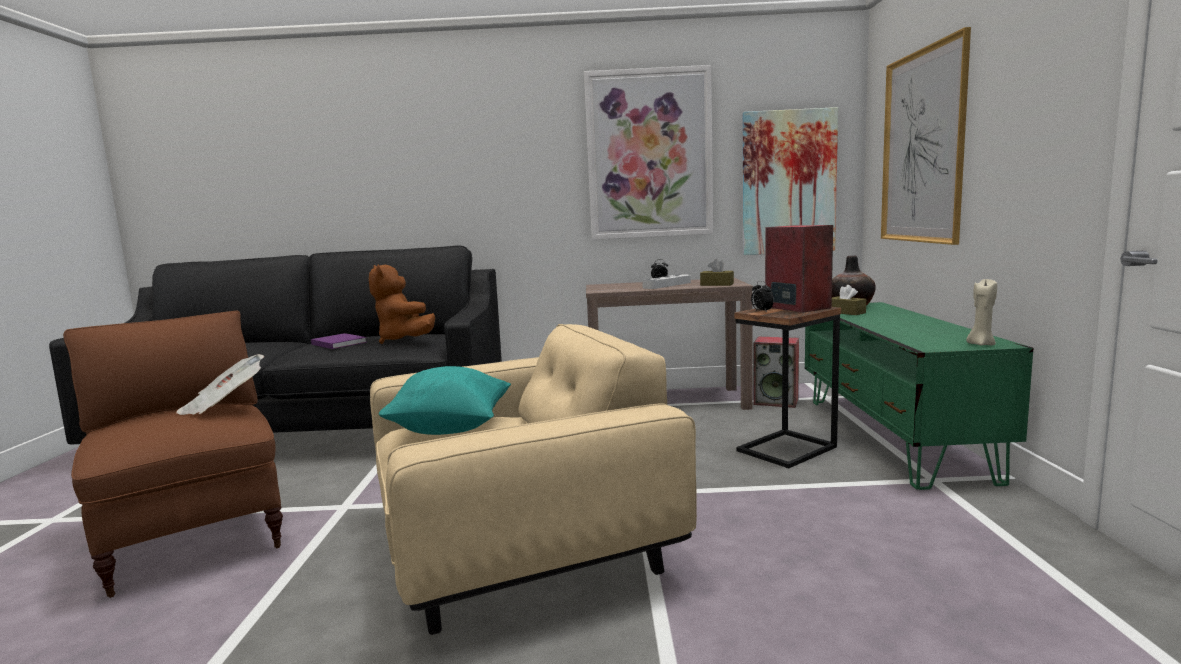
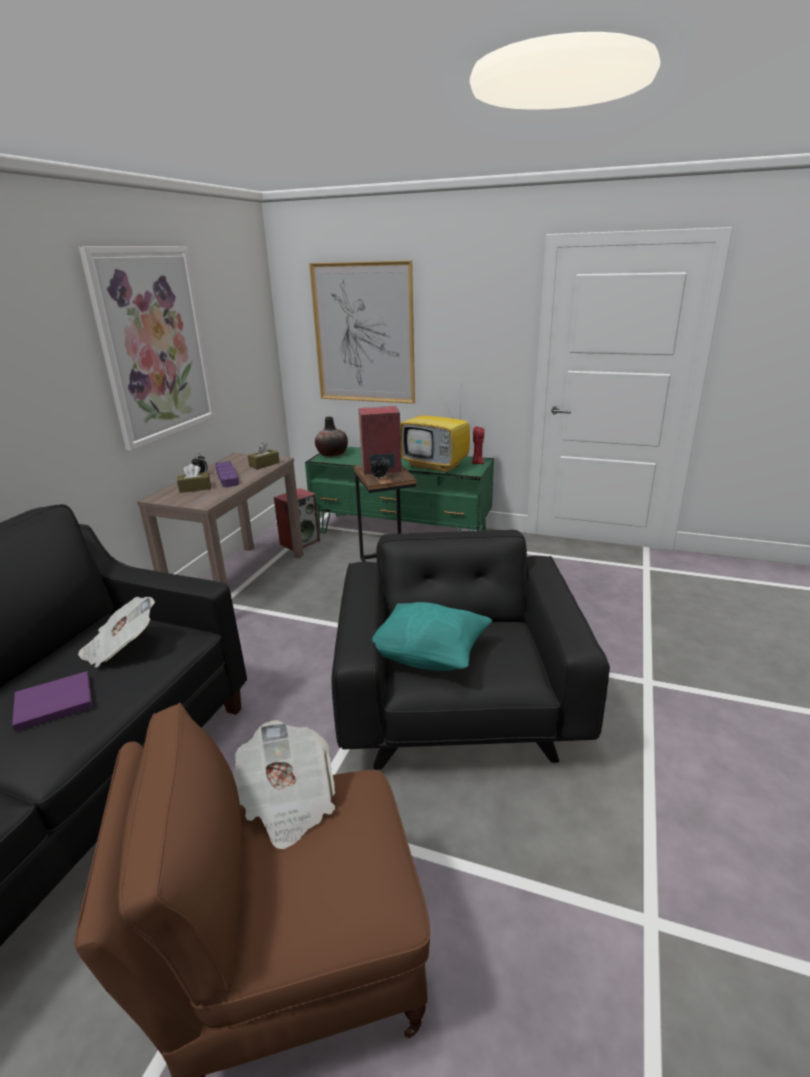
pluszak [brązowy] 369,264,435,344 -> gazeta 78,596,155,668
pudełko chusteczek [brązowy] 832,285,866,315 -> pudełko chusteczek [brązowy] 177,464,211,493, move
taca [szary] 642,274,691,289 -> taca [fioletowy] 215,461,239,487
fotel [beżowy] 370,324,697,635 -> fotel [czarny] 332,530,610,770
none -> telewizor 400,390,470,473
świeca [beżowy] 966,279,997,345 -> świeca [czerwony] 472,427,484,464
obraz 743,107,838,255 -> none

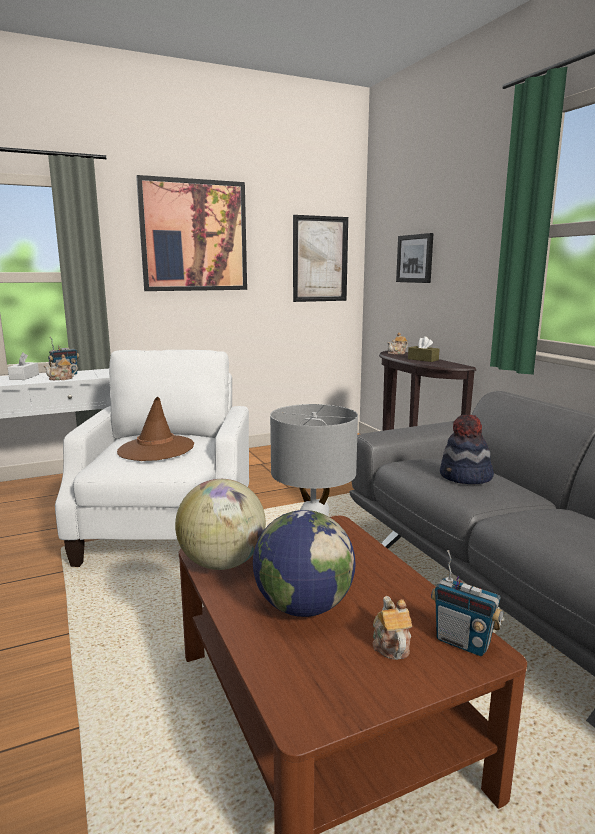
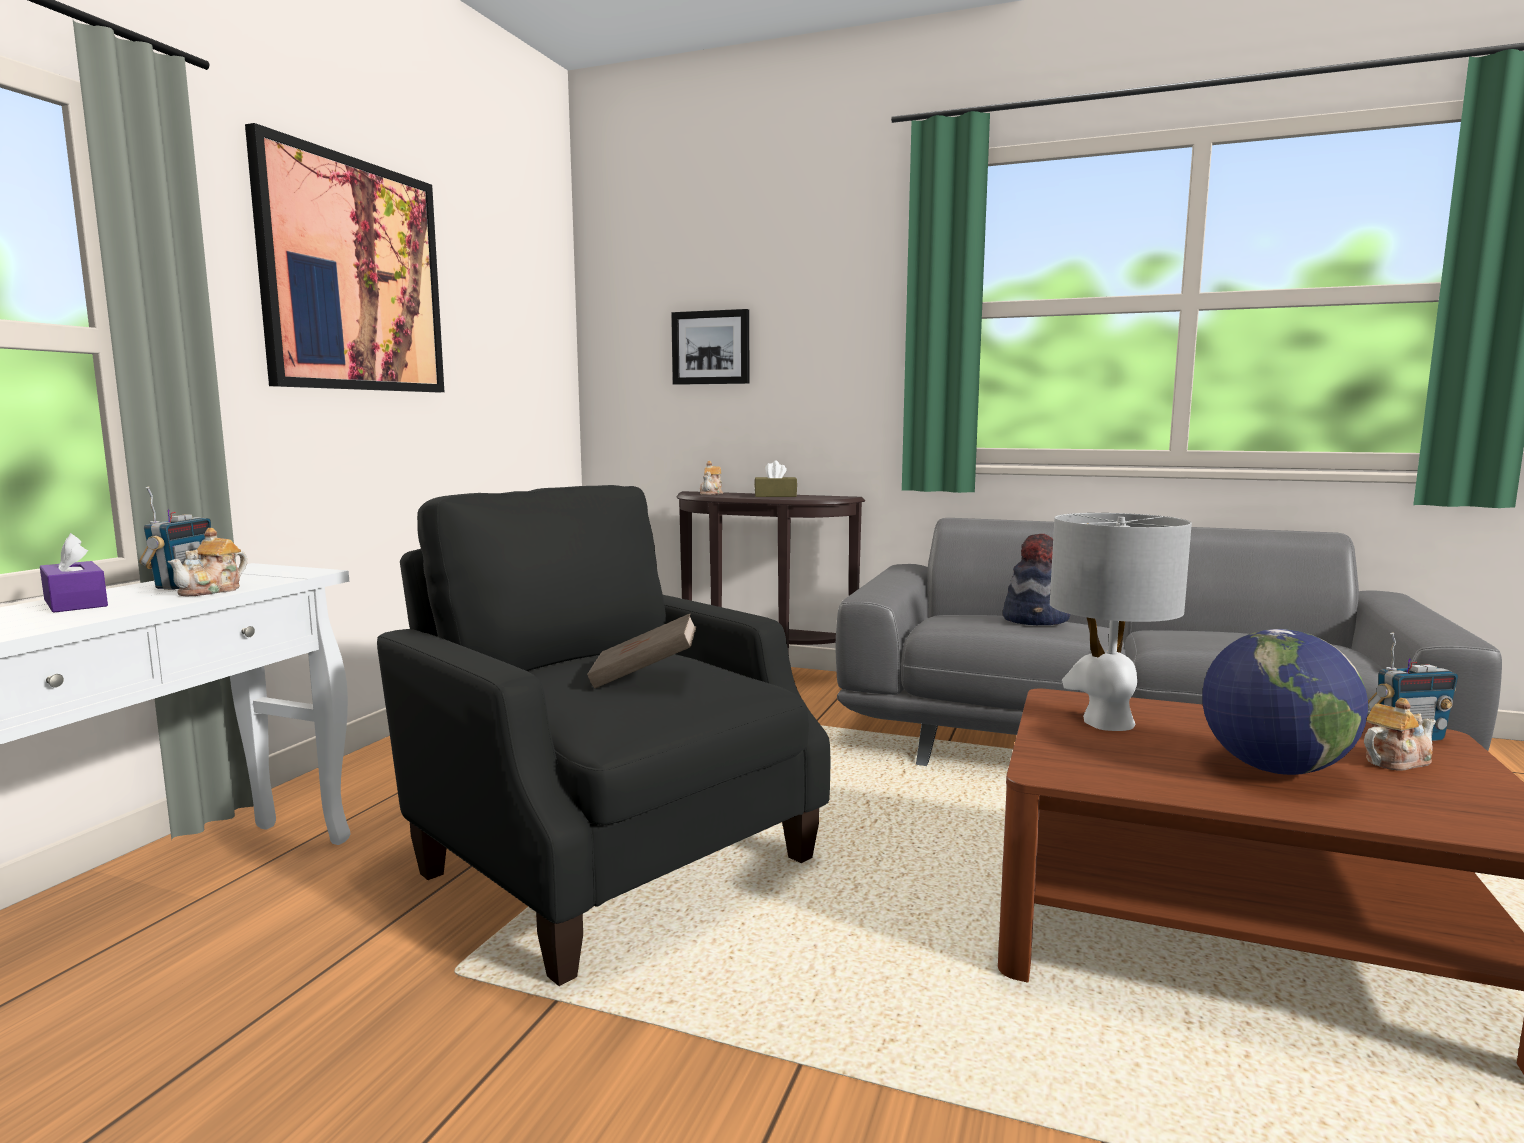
pudełko chusteczek [biały] 8,352,39,380 -> pudełko chusteczek [fioletowy] 40,533,108,613
fotel [biały] 55,350,249,567 -> fotel [czarny] 377,485,830,986
kapelusz [brązowy] 117,397,194,461 -> książka [brązowy] 587,614,696,689
imbryk 373,596,412,660 -> imbryk 1364,698,1436,770, 120 degrees clockwise
globus 175,479,266,570 -> none
obraz 293,215,348,302 -> none

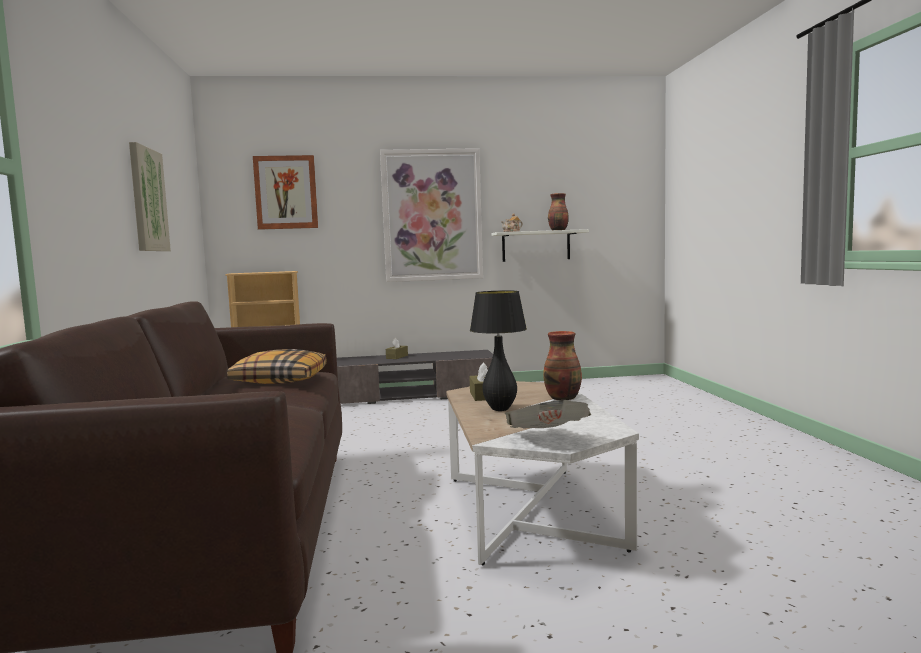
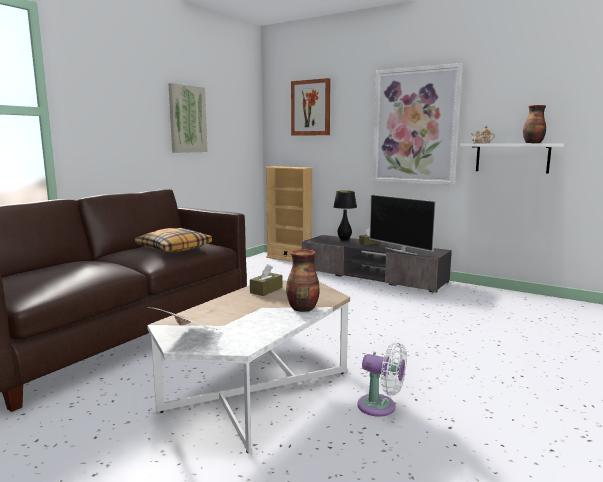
lampa stołowa [czarny] 470,290,527,411 -> lampa stołowa [czarny] 334,191,357,241, move
none -> wentylator [biały] 357,342,407,417
none -> telewizor 369,194,436,255

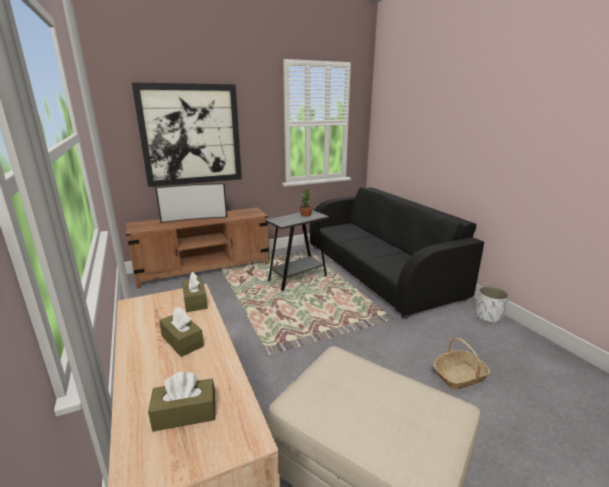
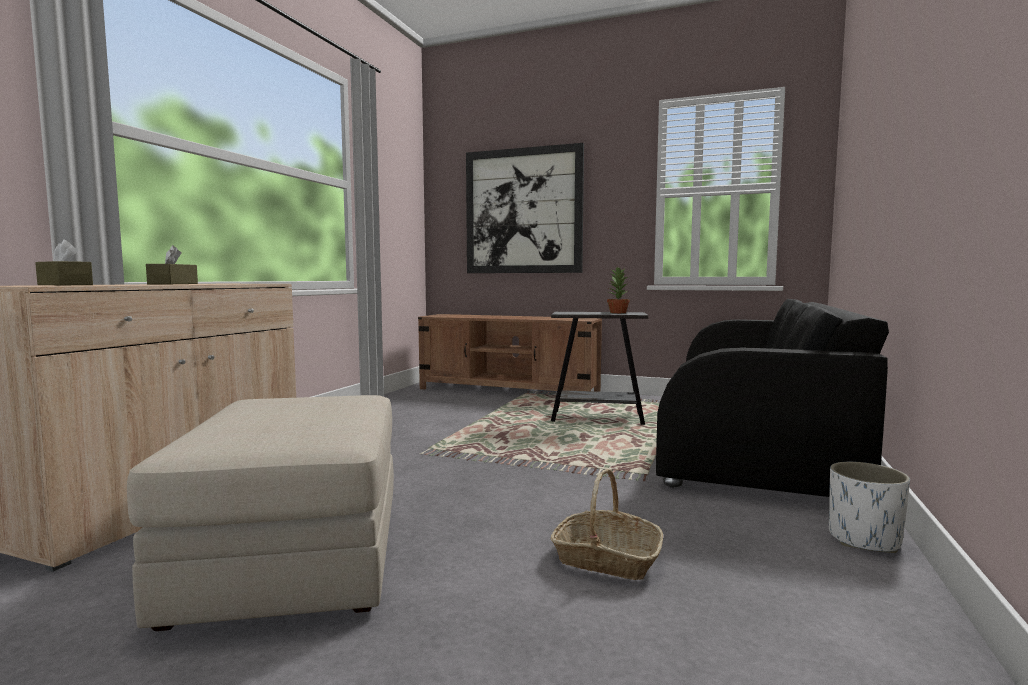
telewizor 155,183,227,223 -> none
pudełko chusteczek [brązowy] 182,272,207,312 -> none

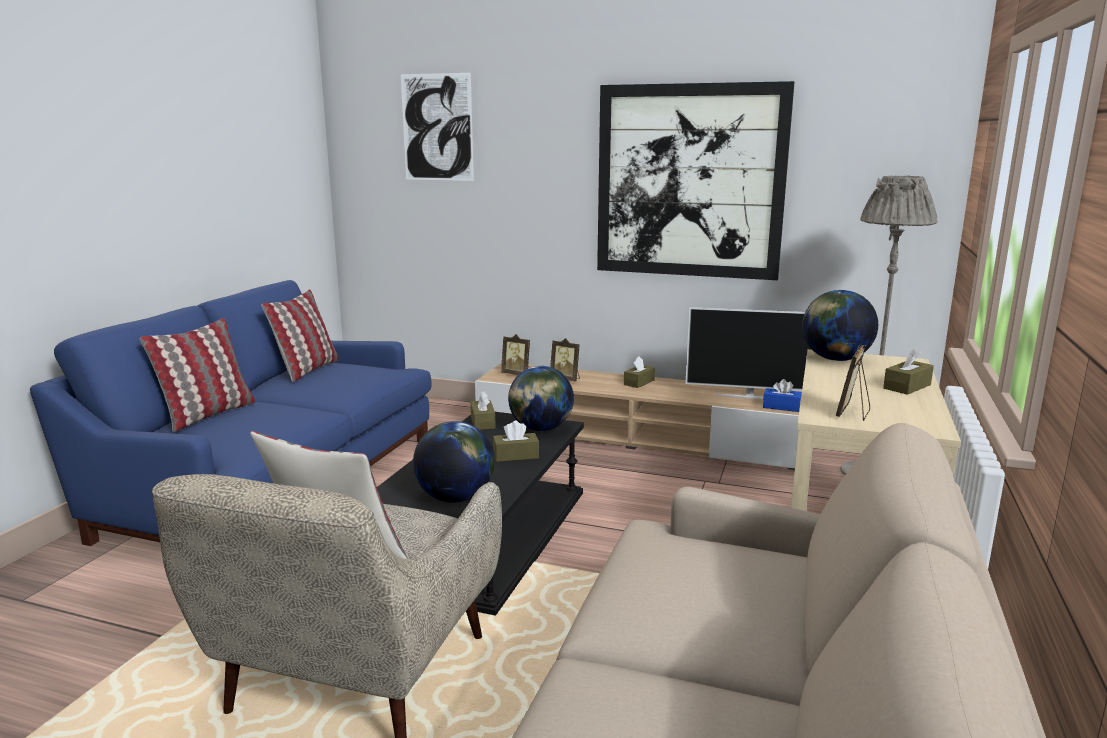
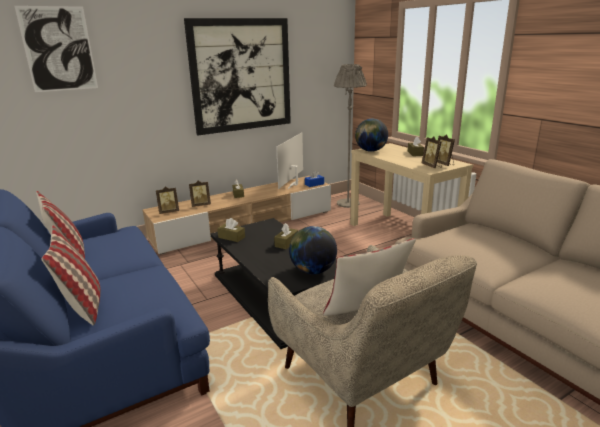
telewizor 685,307,812,399 -> telewizor 277,132,303,190, 150 degrees clockwise
none -> ramka na zdjęcie 437,134,455,166
globus 508,366,574,431 -> none

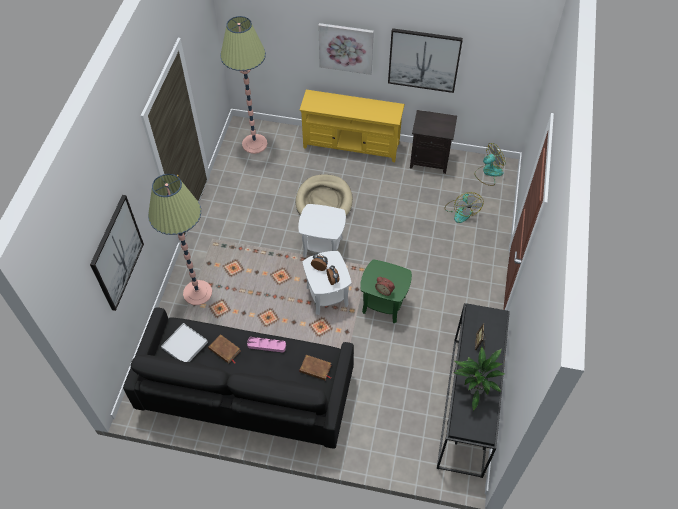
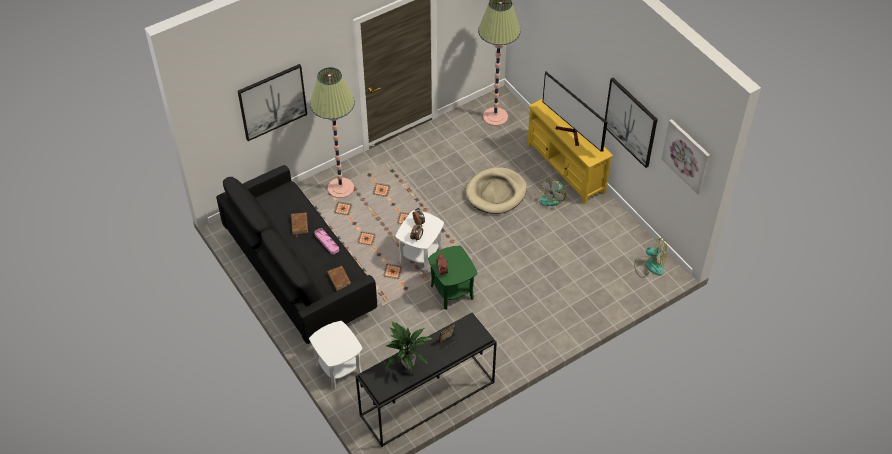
stolik [biały] 298,204,346,257 -> stolik [biały] 309,321,362,389, move
wentylator 444,192,484,223 -> wentylator 539,178,566,206, move
none -> telewizor 543,72,607,152
obraz 318,23,374,75 -> obraz 661,119,710,195, move
taca [biały] 161,323,208,362 -> none
szafka nocna [czarny] 410,110,457,174 -> none

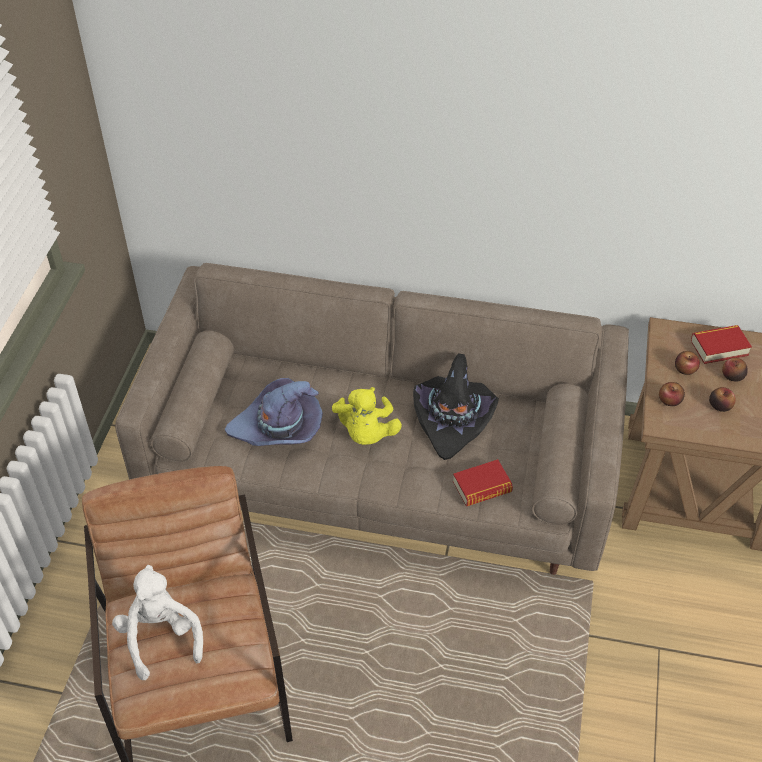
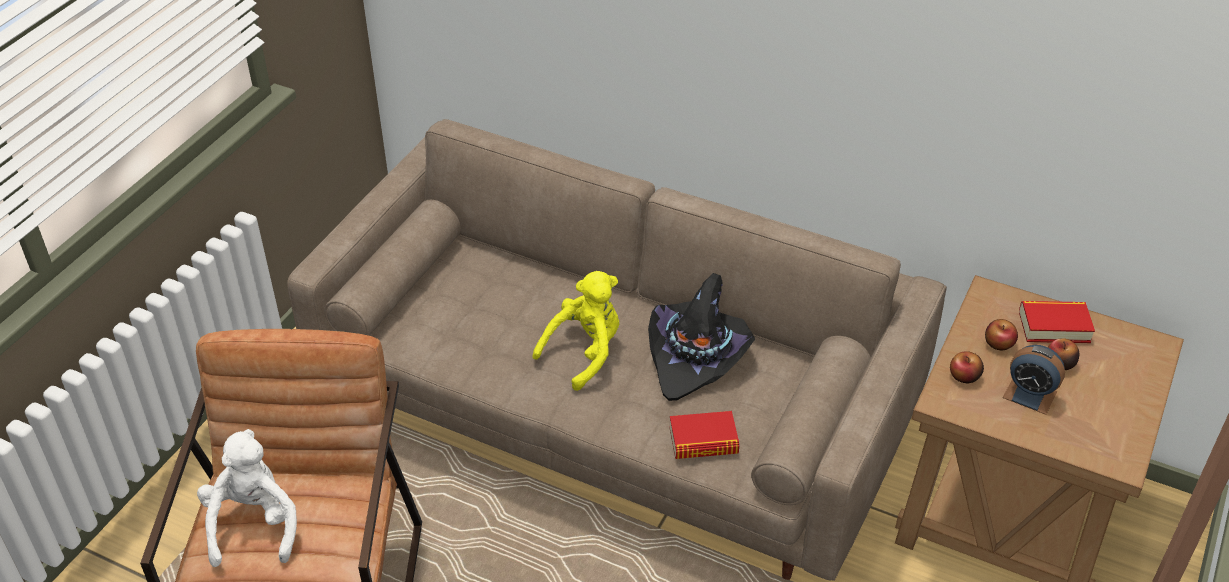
pluszak [żółty] 332,387,402,445 -> pluszak [żółty] 532,271,619,391, 150 degrees counterclockwise
jabłko 709,387,736,412 -> budzik 1003,345,1065,415
kapelusz [fioletowy] 225,378,323,446 -> none

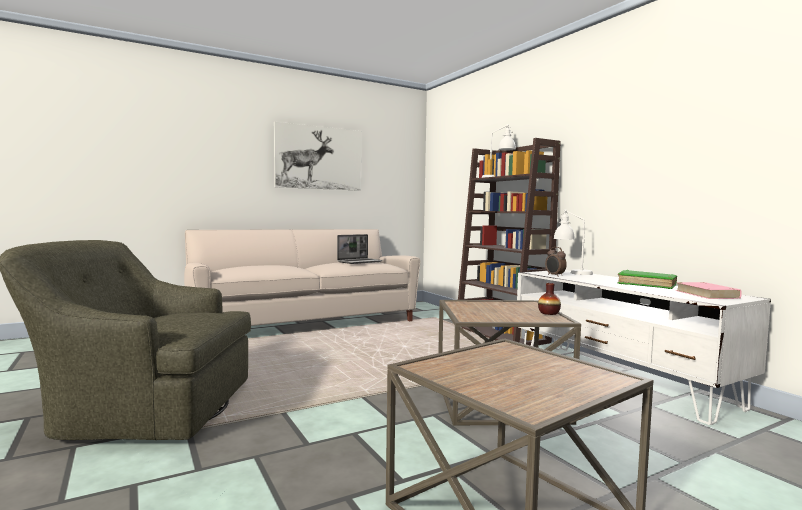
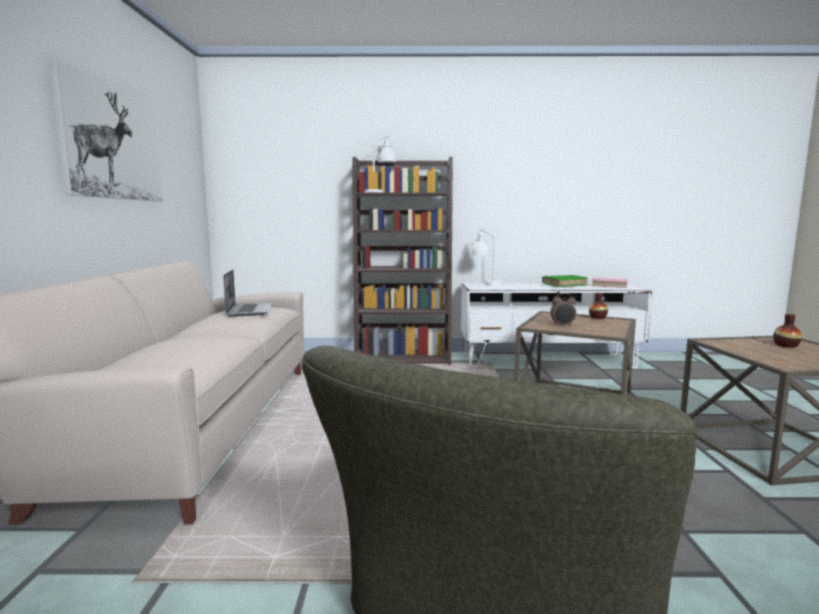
budzik 545,247,567,277 -> budzik 550,293,577,327, move
none -> wazon 773,314,802,348

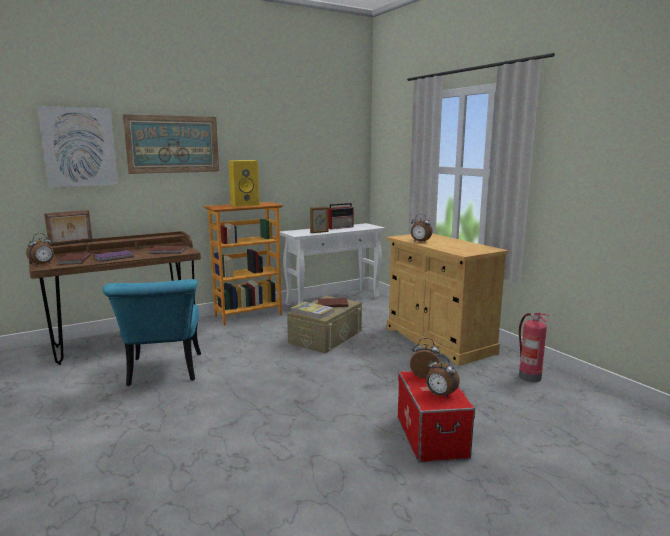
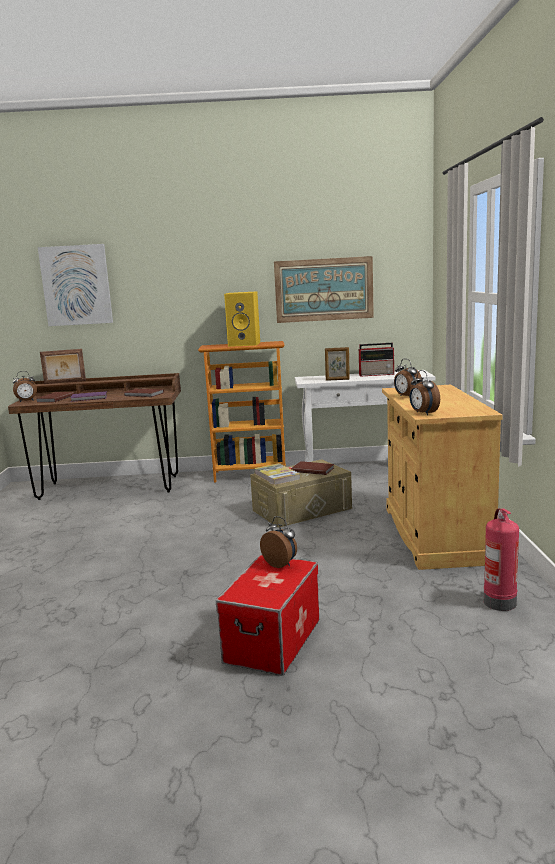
obraz 123,114,219,174 -> obraz 274,256,374,323, move
budzik 426,355,460,398 -> budzik 409,370,440,415, move
krzesło [turkusowy] 103,279,201,386 -> none

